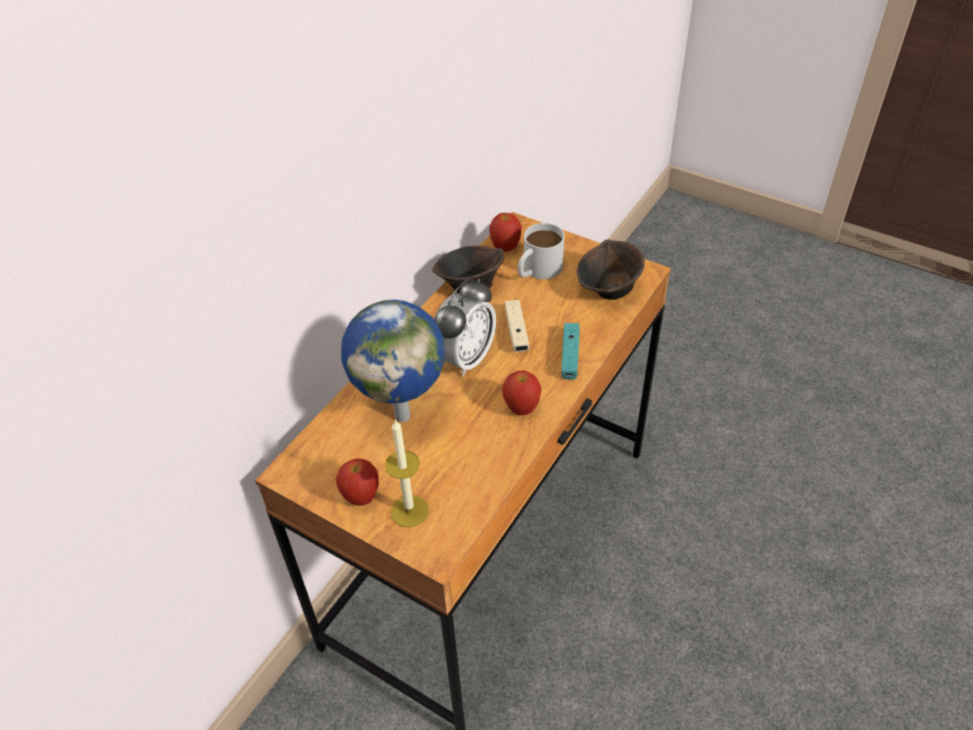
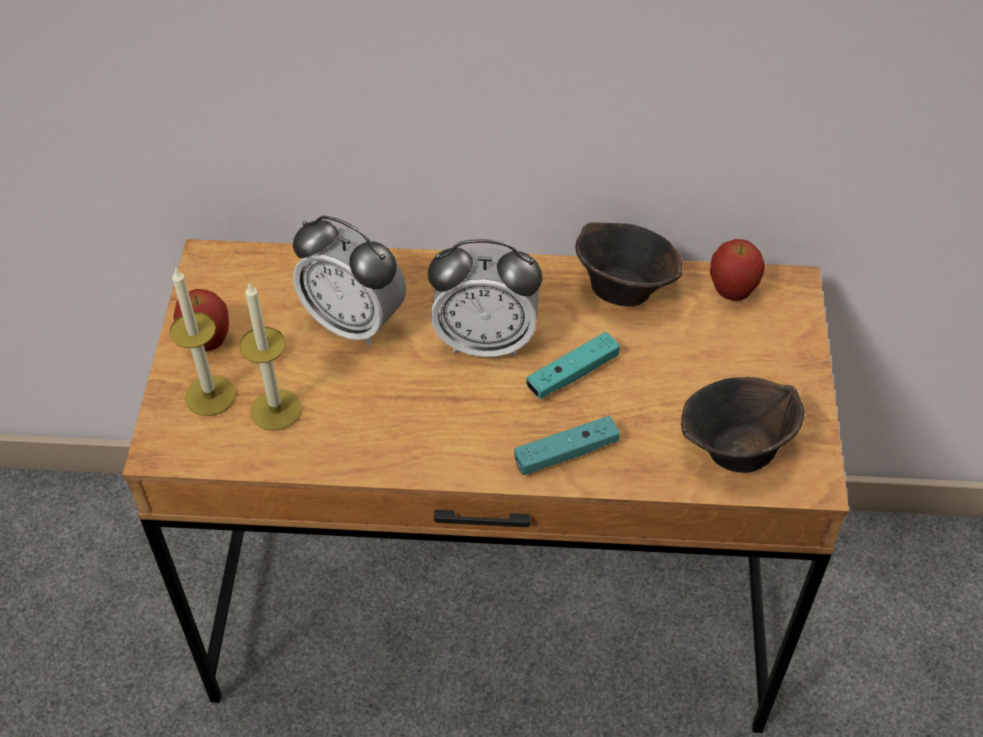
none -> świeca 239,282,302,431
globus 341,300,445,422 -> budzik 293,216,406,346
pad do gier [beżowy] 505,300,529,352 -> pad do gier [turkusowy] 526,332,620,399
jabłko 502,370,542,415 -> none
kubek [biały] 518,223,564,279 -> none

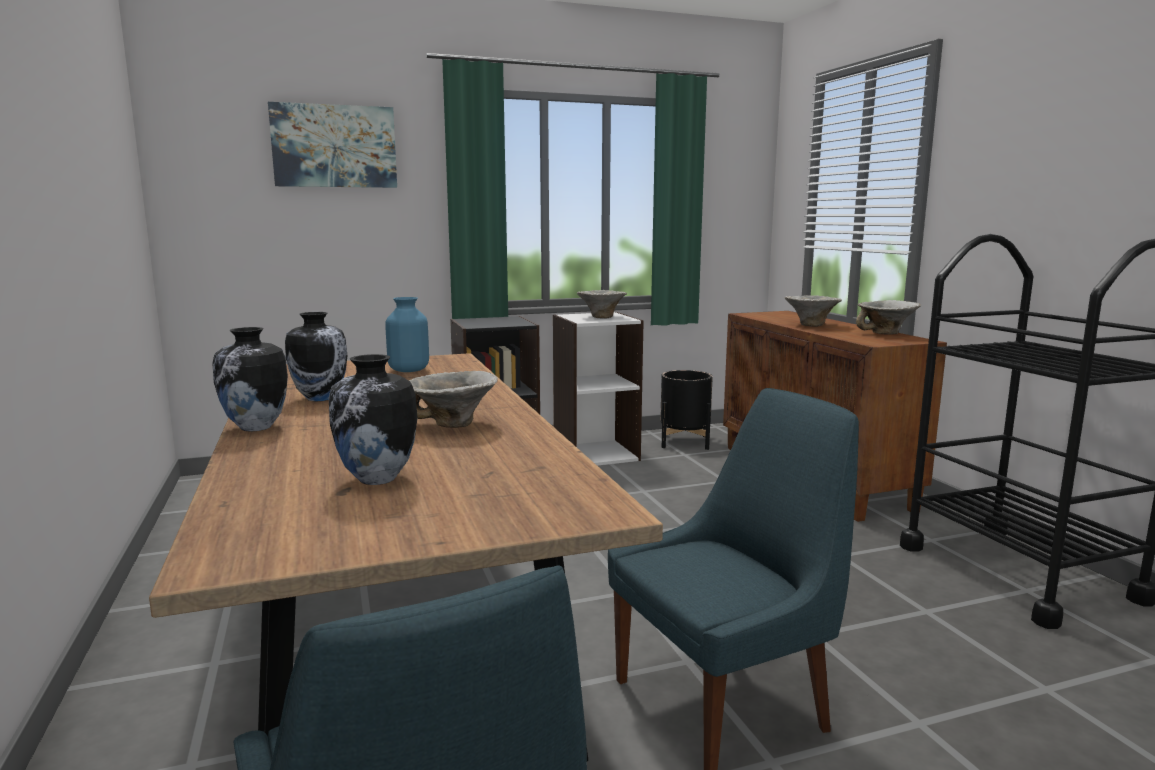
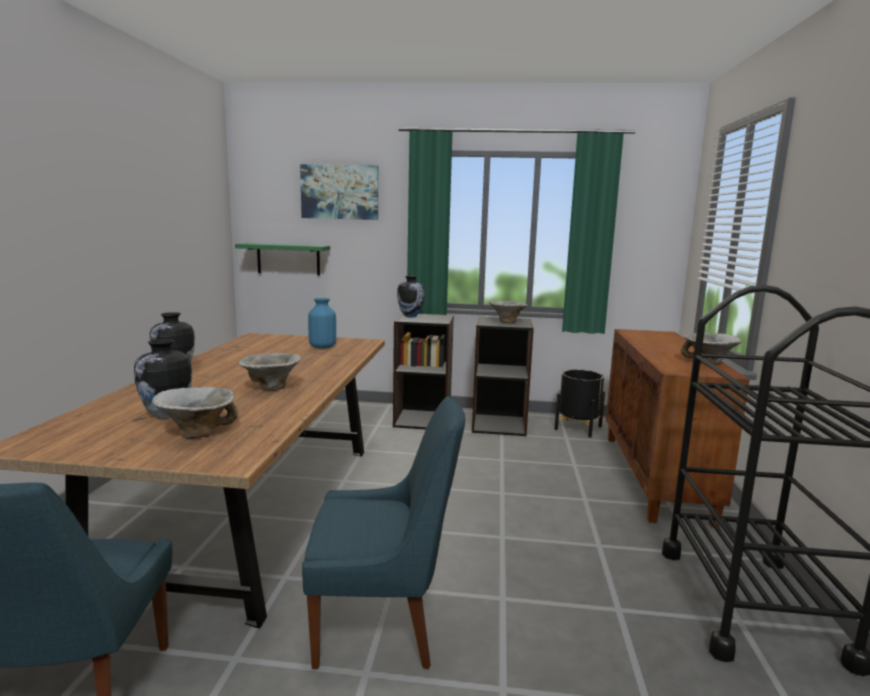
miska 785,295,842,327 -> miska 152,387,238,439, move
none -> półka [zielony] 235,243,330,275
wazon 285,312,347,401 -> wazon 397,276,425,317, move
regał [biały] 553,312,644,466 -> regał [czarny] 472,316,534,436

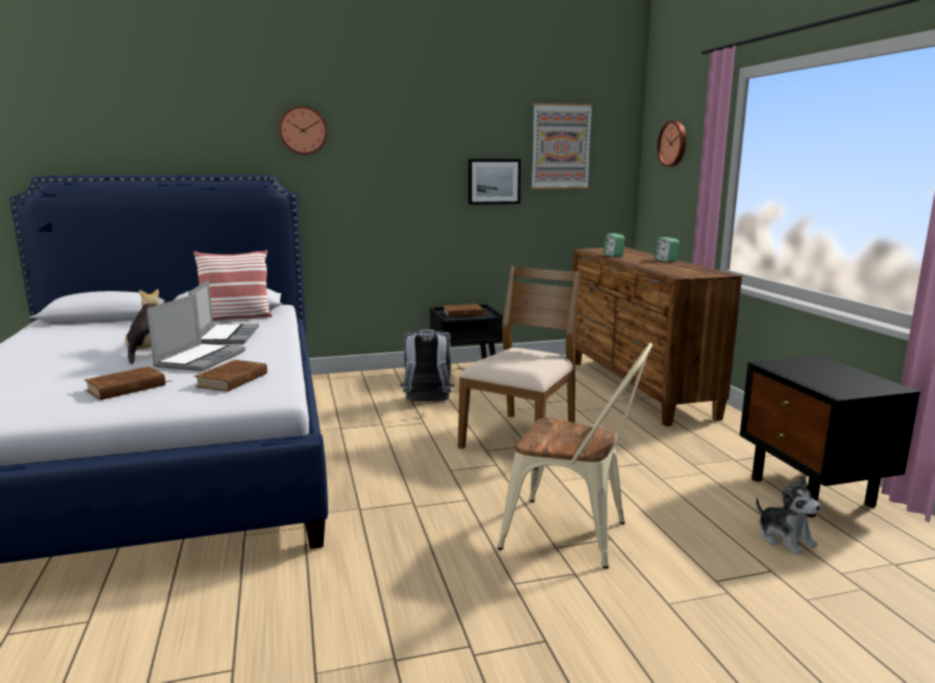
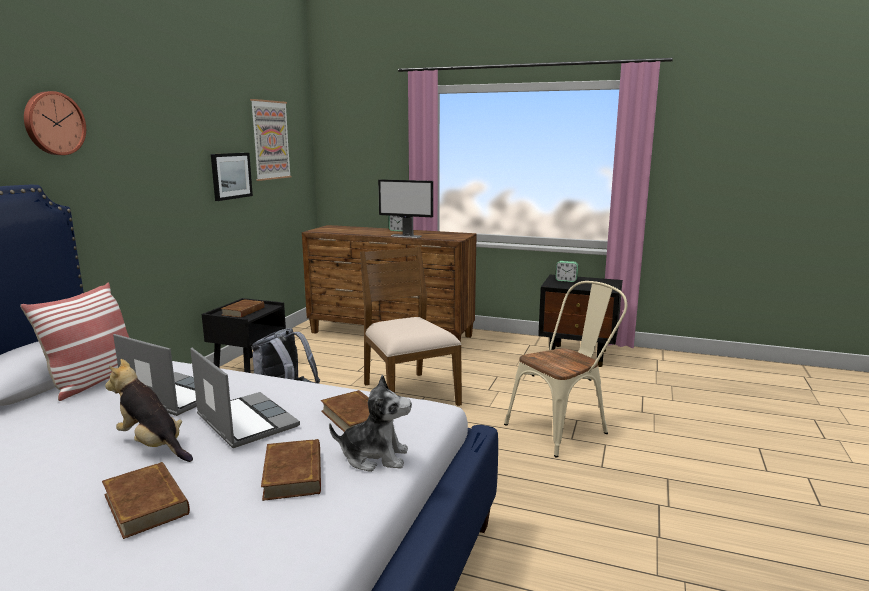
none -> książka [brązowy] 102,462,190,539
pluszak 756,476,821,555 -> pluszak 329,375,412,472, move
none -> monitor 378,179,433,238
budzik 604,233,625,257 -> budzik 555,261,578,282, move
zegar ścienny 657,121,686,167 -> none

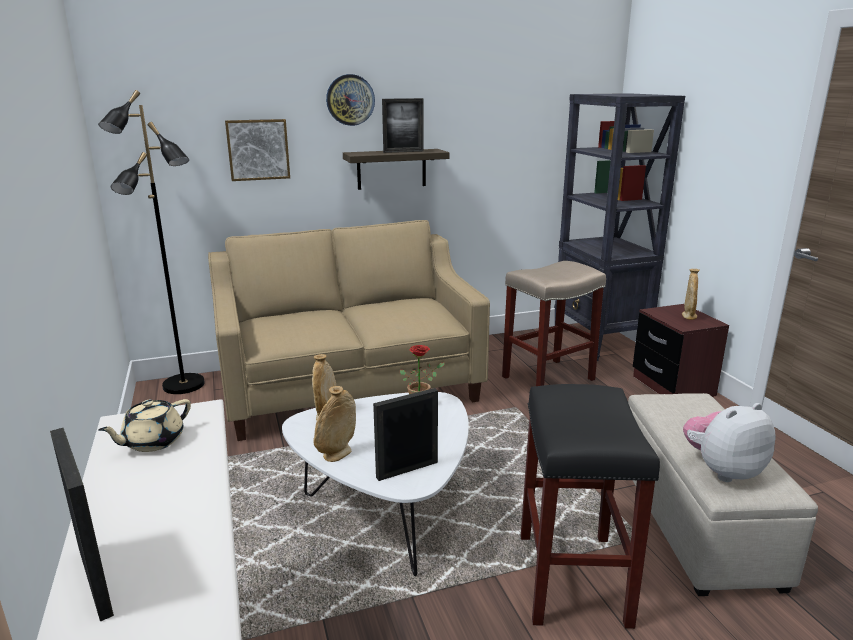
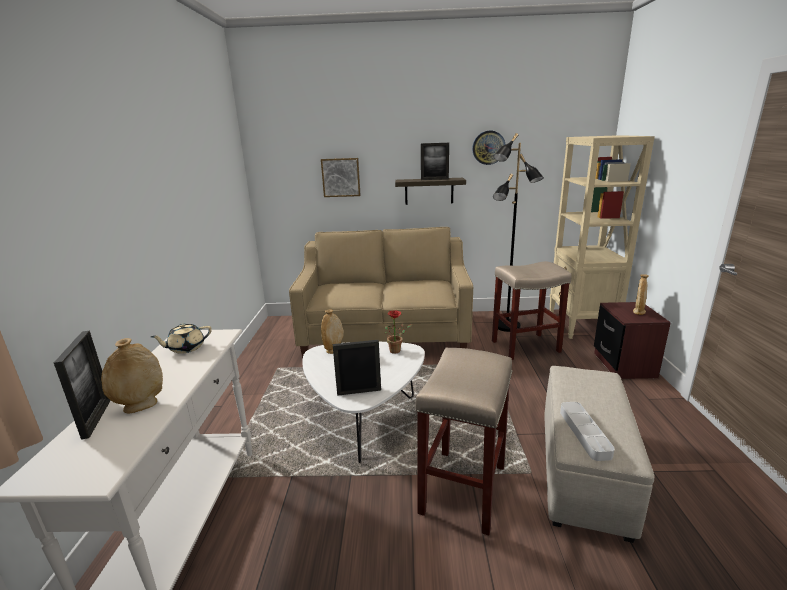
wazon [beżowy] 313,386,356,462 -> wazon [beżowy] 101,338,163,413, move
stołek [czarny] 521,384,660,629 -> stołek [beżowy] 415,348,512,536
zegar ścienny 326,74,375,126 -> zegar ścienny 472,131,505,165, move
lampa stojąca [czarny] 98,90,205,394 -> lampa stojąca [czarny] 493,133,544,332, move
regał [czarny] 554,93,685,361 -> regał [beżowy] 549,135,655,339
pluszak 683,403,776,482 -> taca [szary] 560,402,615,461

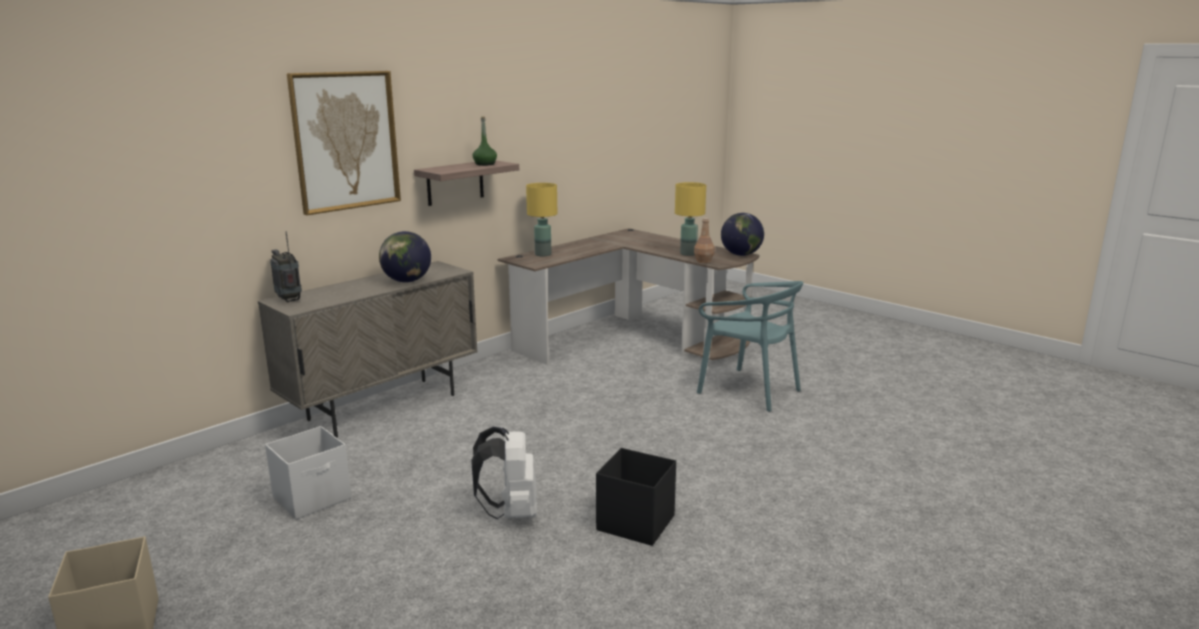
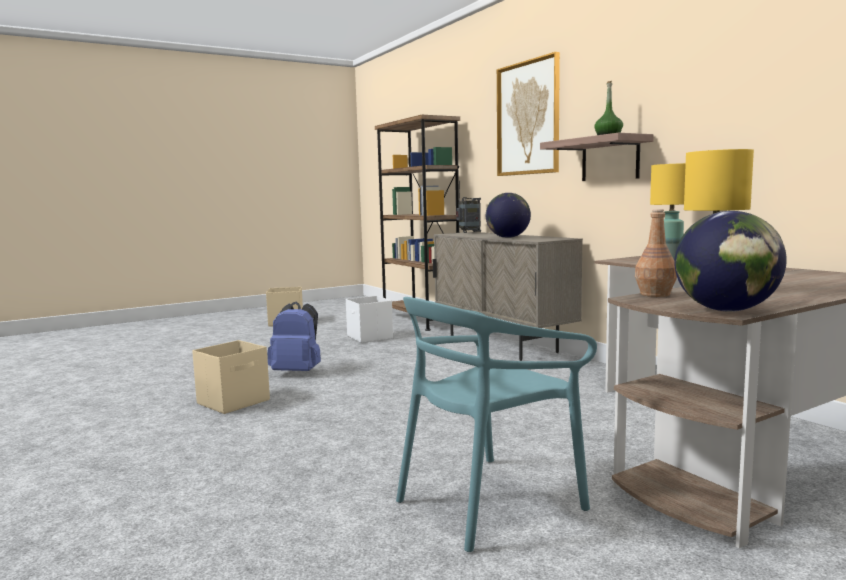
pojemnik do przechowywania [czarny] 596,448,676,546 -> pojemnik do przechowywania [beżowy] 192,340,270,414
plecak [biały] 471,427,537,519 -> plecak [niebieski] 268,302,321,371
none -> regał [brązowy] 375,115,460,331

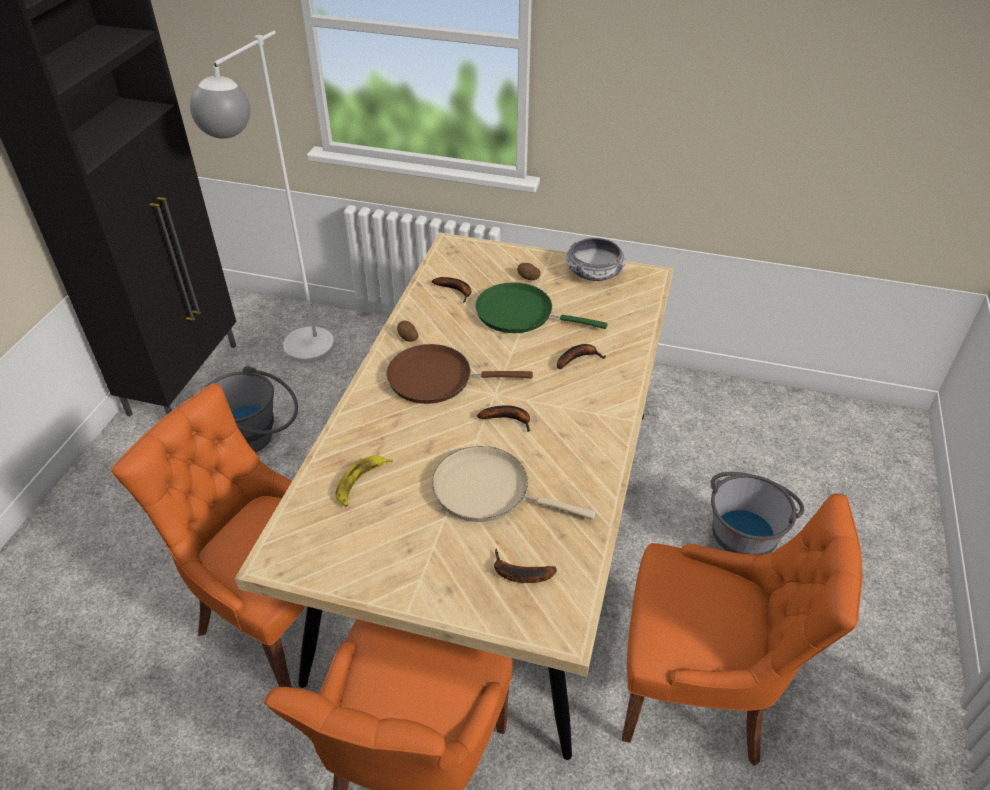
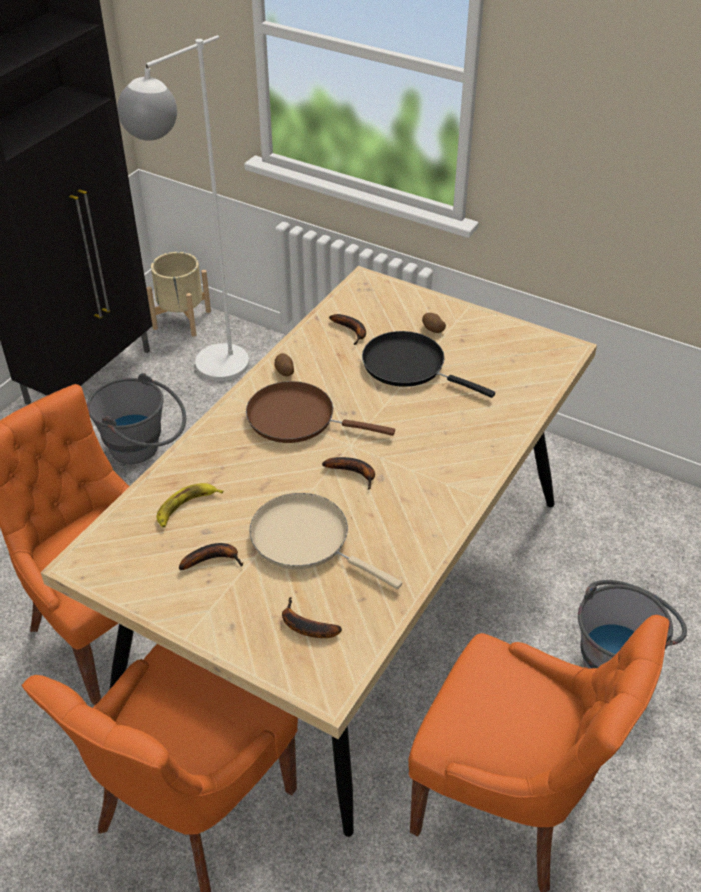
none -> donica [beżowy] 146,252,211,337
banan 557,344,606,369 -> banan 179,543,243,570, move
patelnia [zielony] 475,282,607,333 -> patelnia [czarny] 362,331,495,398
miska 566,238,626,281 -> none

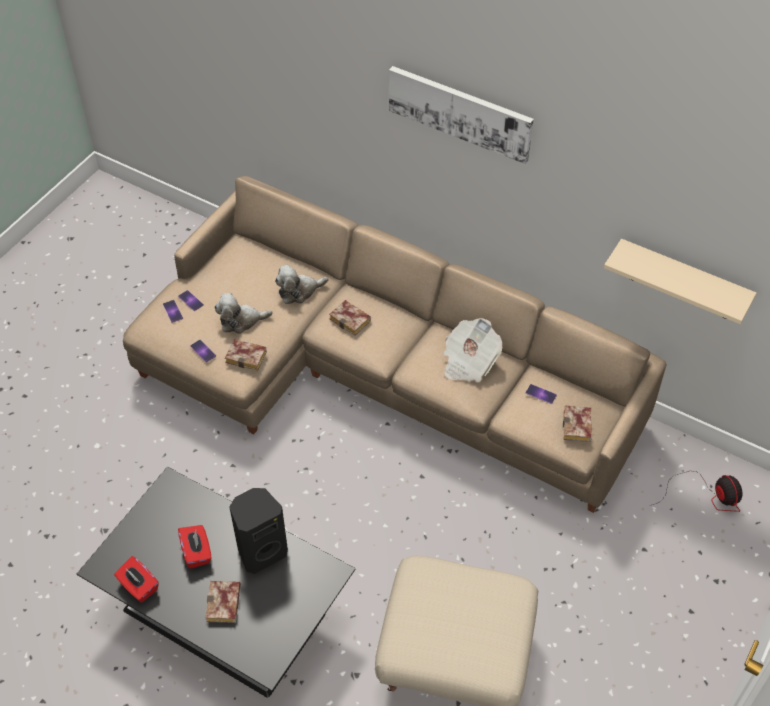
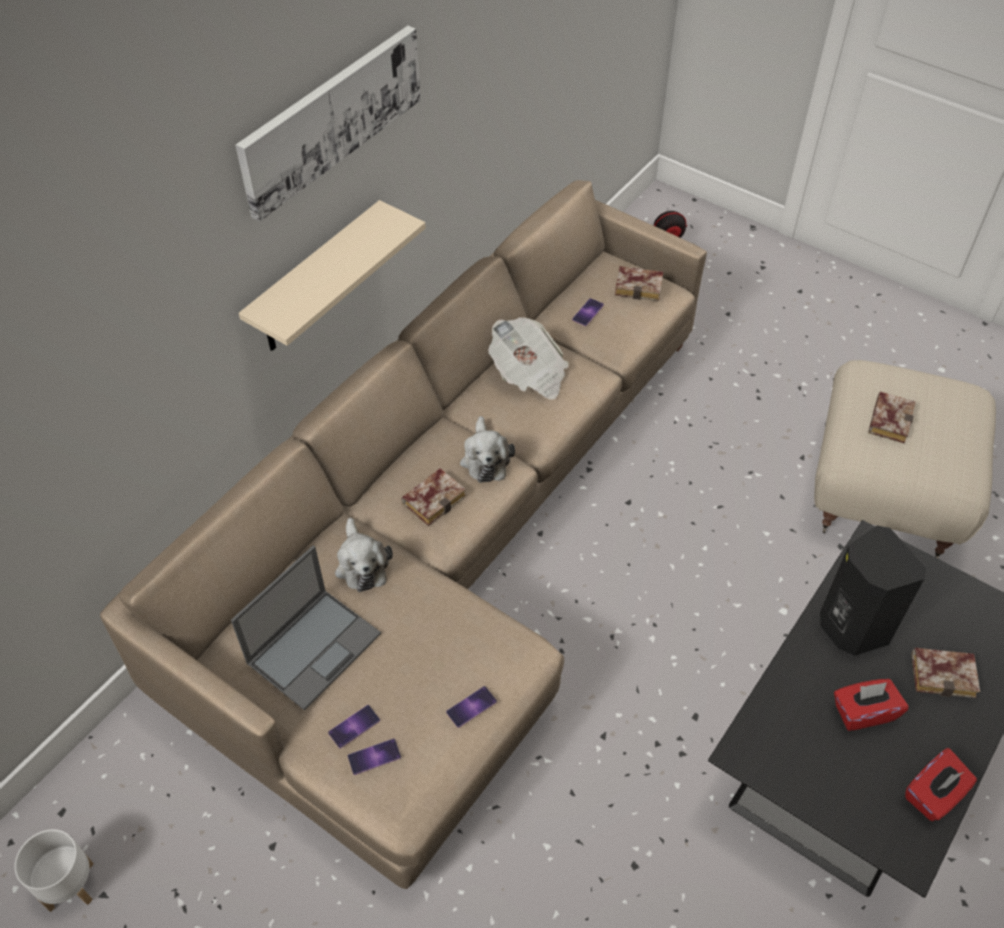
none -> donica [biały] 14,829,94,912
none -> laptop 231,545,381,710
półka [beżowy] 604,239,756,324 -> półka [beżowy] 239,200,426,351, move
pluszak 214,293,273,334 -> pluszak 460,416,515,483, move
książka 225,339,267,371 -> książka 868,392,916,444, move

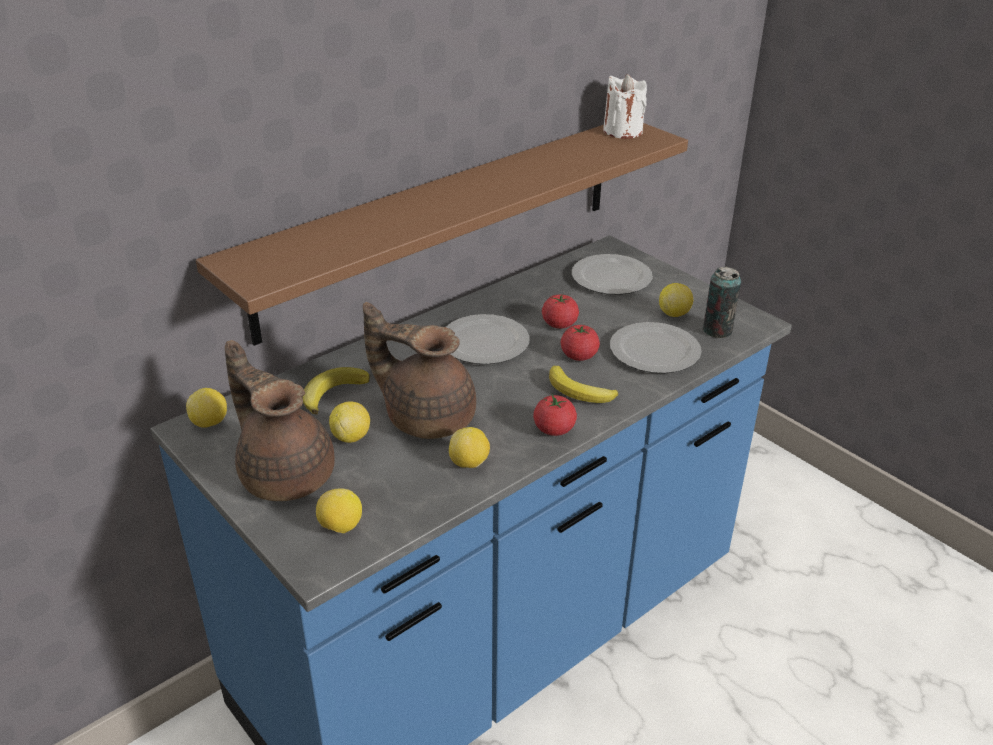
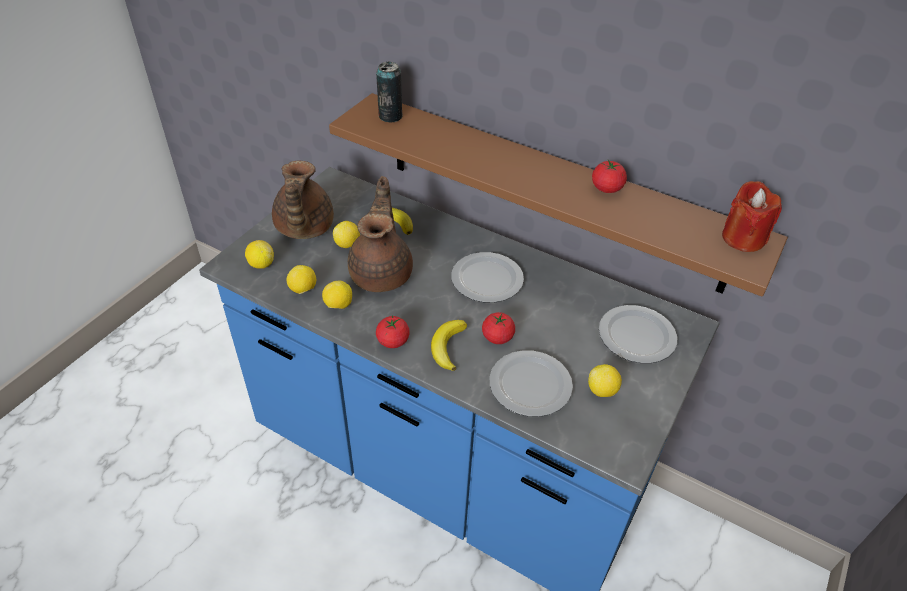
imbryk [brązowy] 225,340,335,501 -> imbryk [brązowy] 272,161,334,239, 150 degrees clockwise
cytryna 186,388,227,428 -> cytryna 286,265,316,294, move
puszka 703,267,741,338 -> puszka 376,61,403,122, move
pomidor 542,294,579,329 -> pomidor 592,160,627,193, move
świeca [biały] 603,74,647,139 -> świeca [czerwony] 722,181,782,252

